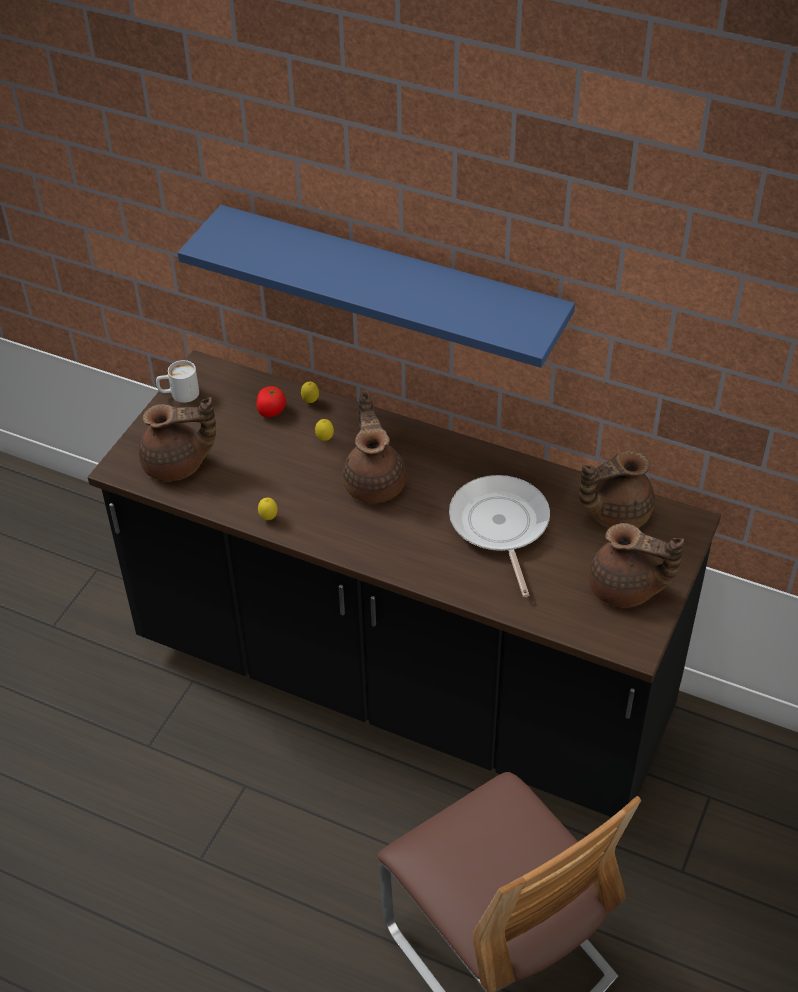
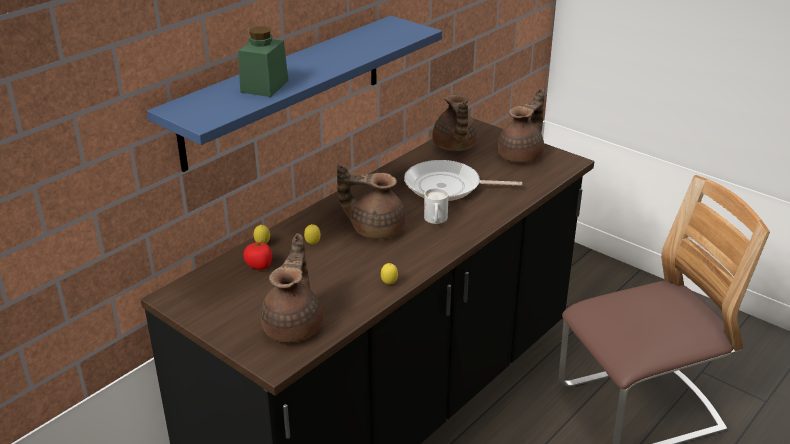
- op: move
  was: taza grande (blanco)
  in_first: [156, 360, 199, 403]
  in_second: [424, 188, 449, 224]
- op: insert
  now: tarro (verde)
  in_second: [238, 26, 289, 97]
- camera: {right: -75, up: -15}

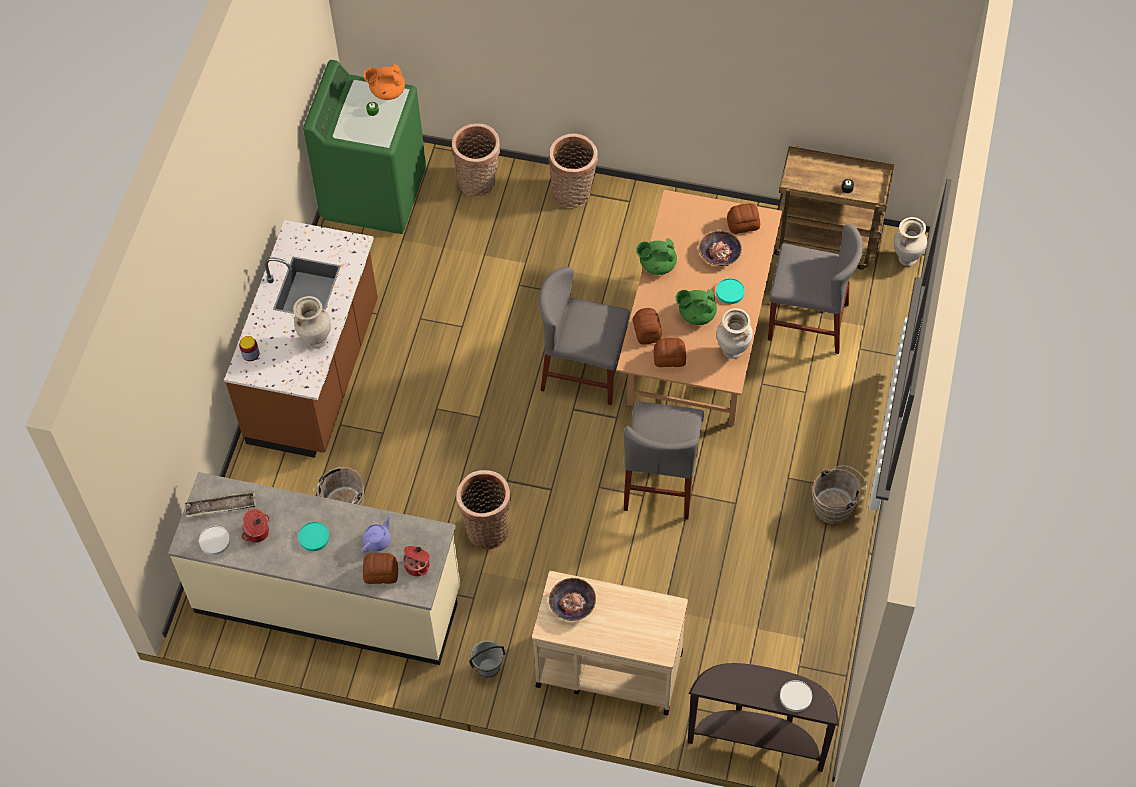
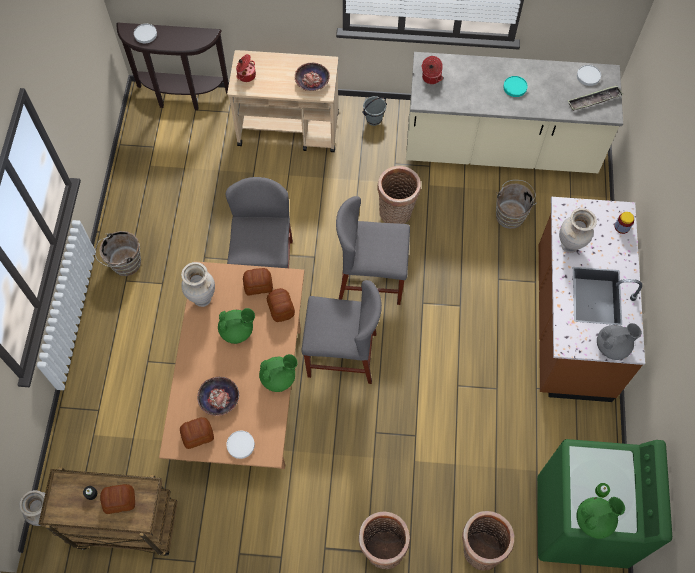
- op: move
  was: olla
  in_first: [242, 509, 270, 543]
  in_second: [236, 54, 256, 82]
- op: delete
  was: tetera (morado)
  in_first: [362, 516, 391, 552]
- op: move
  was: pan
  in_first: [363, 553, 398, 584]
  in_second: [100, 484, 135, 514]
- op: recolor
  was: tetera (naranja)
  now: tetera (verde)
  in_first: [364, 64, 405, 100]
  in_second: [576, 497, 625, 539]
- op: delete
  was: plato (turquesa)
  in_first: [716, 278, 745, 304]
- op: move
  was: silla (gris)
  in_first: [768, 224, 863, 354]
  in_second: [336, 196, 410, 305]
- op: insert
  now: plato (blanco)
  in_second: [226, 431, 255, 459]
- op: insert
  now: tetera (gris)
  in_second: [597, 323, 642, 360]
- camera: {right: 170, up: 5}

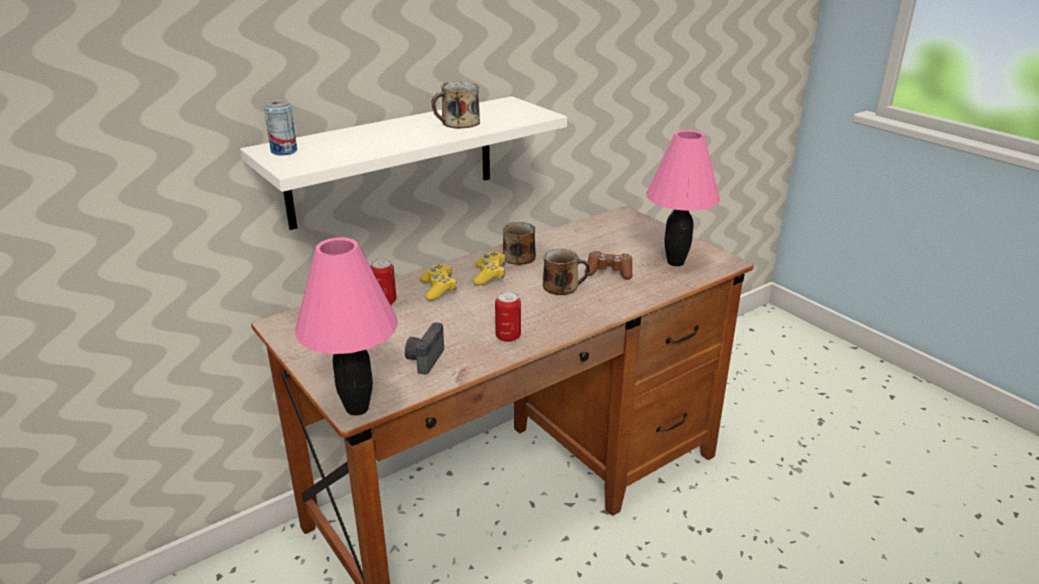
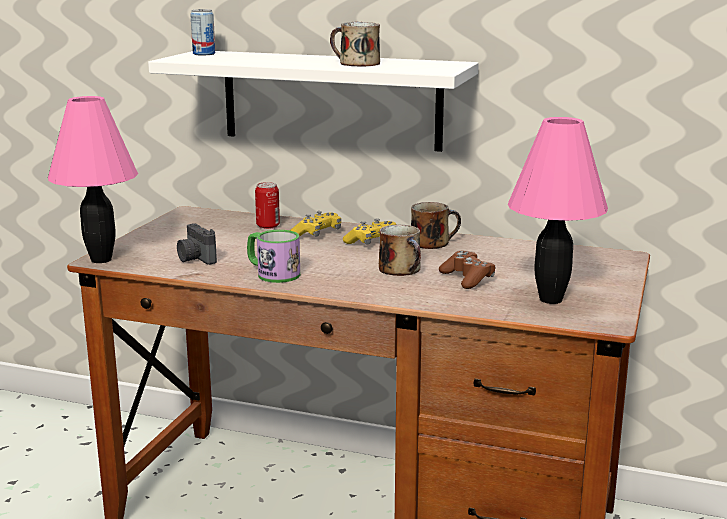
- op: rotate
  was: cámara
  in_first: [405, 322, 444, 374]
  in_second: [177, 223, 217, 265]
  clockwise: -105
- op: replace
  was: lata
  now: taza grande
  in_first: [495, 291, 521, 342]
  in_second: [247, 230, 300, 283]
- camera: {right: 55, up: -10}

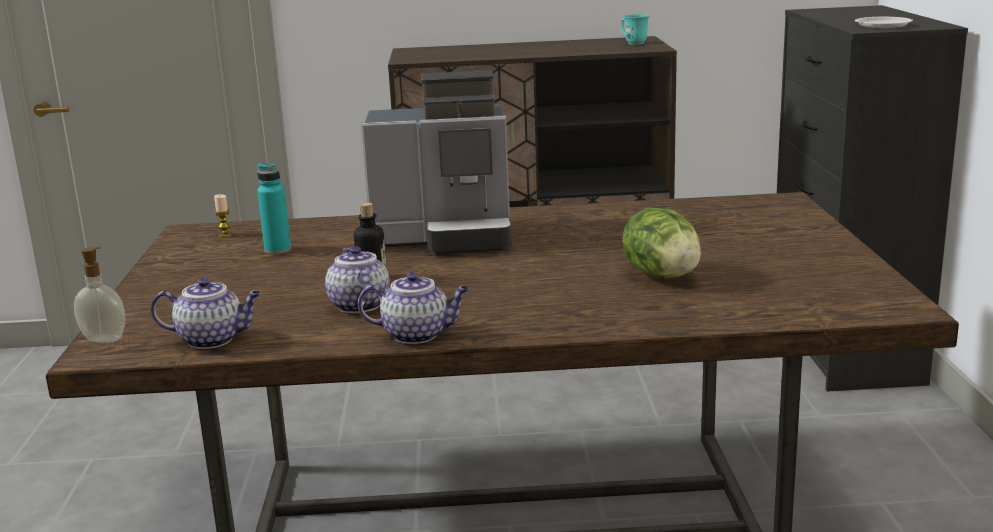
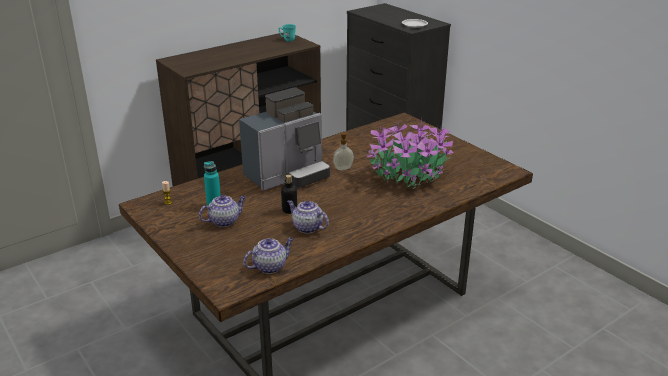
- op: move
  was: dispensador de jabón
  in_first: [74, 247, 125, 343]
  in_second: [333, 132, 354, 170]
- op: move
  was: tetera
  in_first: [358, 272, 470, 344]
  in_second: [199, 195, 246, 227]
- op: replace
  was: lechuga
  now: planta en maceta
  in_first: [622, 208, 701, 278]
  in_second: [366, 118, 454, 189]
- camera: {right: -35, up: 10}

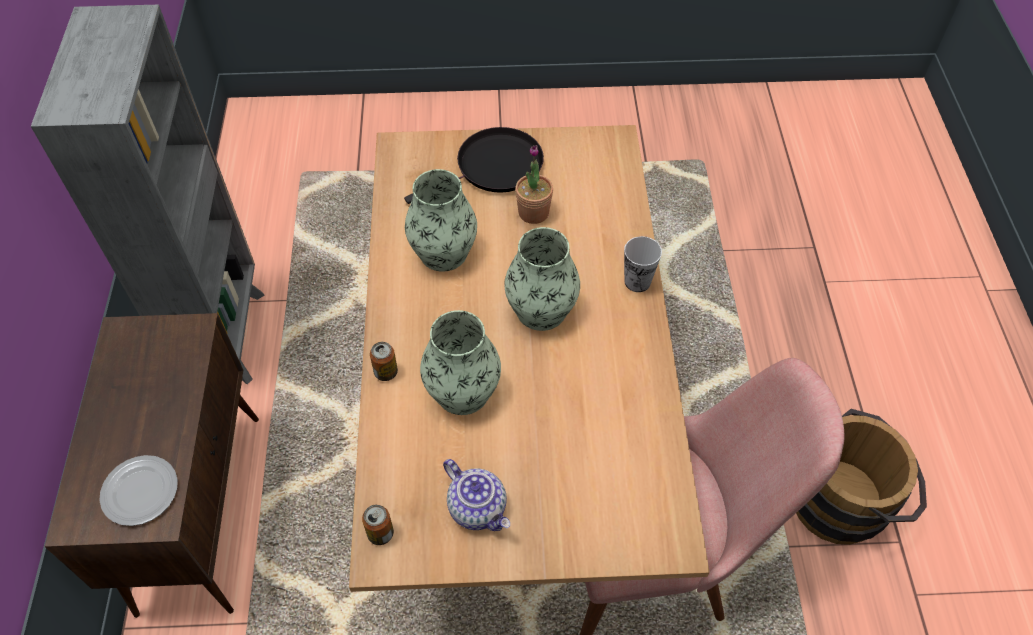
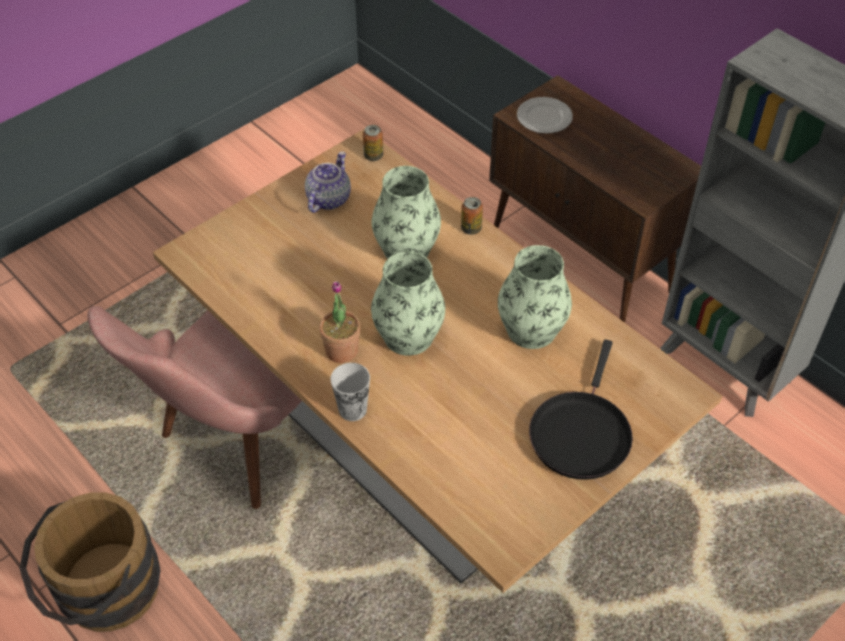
- op: rotate
  was: tetera
  in_first: [443, 459, 510, 531]
  in_second: [305, 152, 351, 213]
  clockwise: 105
- op: move
  was: planta en maceta
  in_first: [515, 145, 553, 224]
  in_second: [319, 281, 360, 363]
- camera: {right: 140, up: -5}

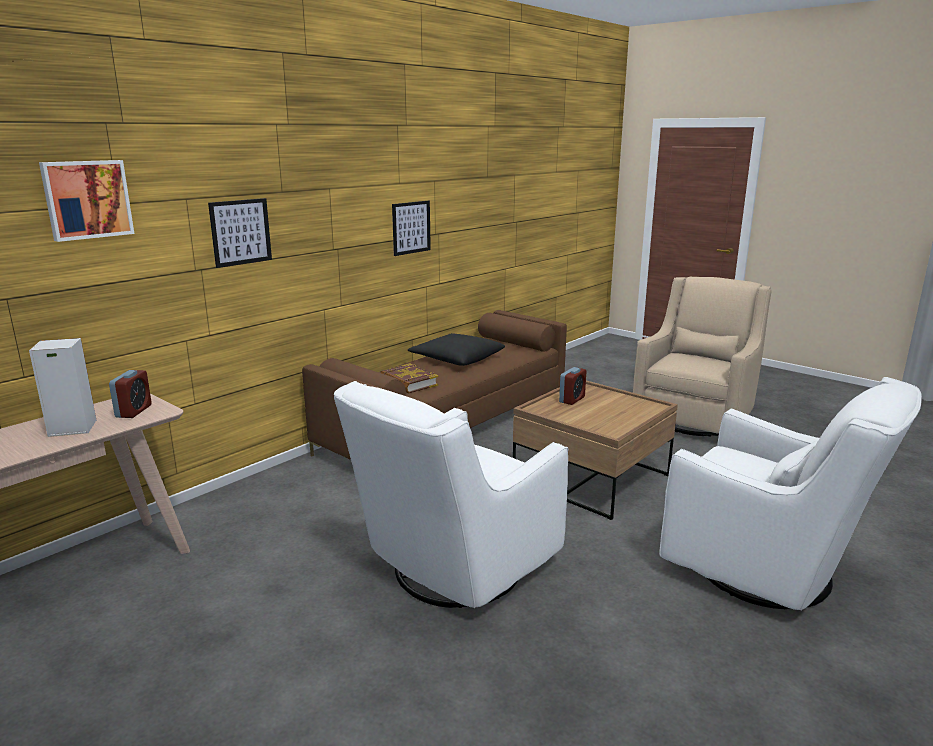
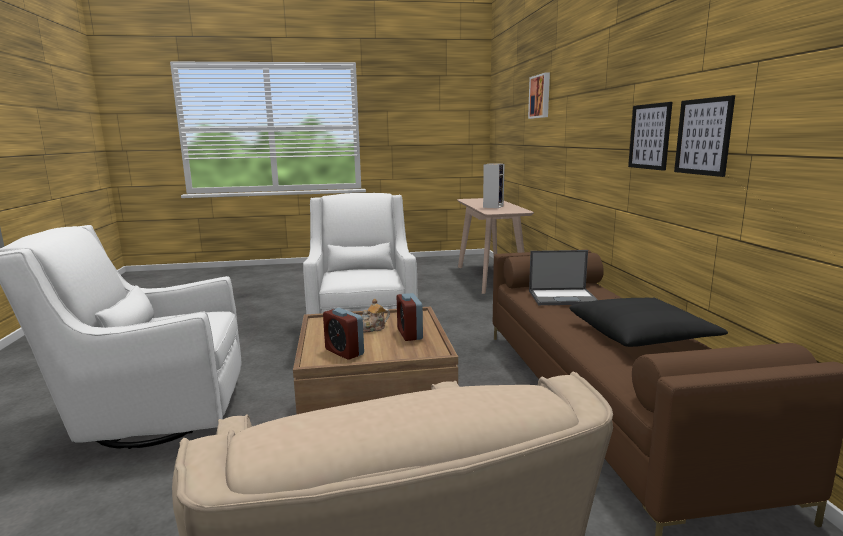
- op: move
  was: despertador
  in_first: [109, 370, 152, 418]
  in_second: [323, 308, 364, 360]
- op: move
  was: cuadro
  in_first: [208, 198, 272, 268]
  in_second: [628, 102, 672, 171]
- op: replace
  was: libro
  now: portátil
  in_first: [380, 364, 439, 393]
  in_second: [529, 250, 598, 305]
- op: insert
  now: tetera
  in_second: [358, 299, 390, 332]
- camera: {right: 130, up: -5}

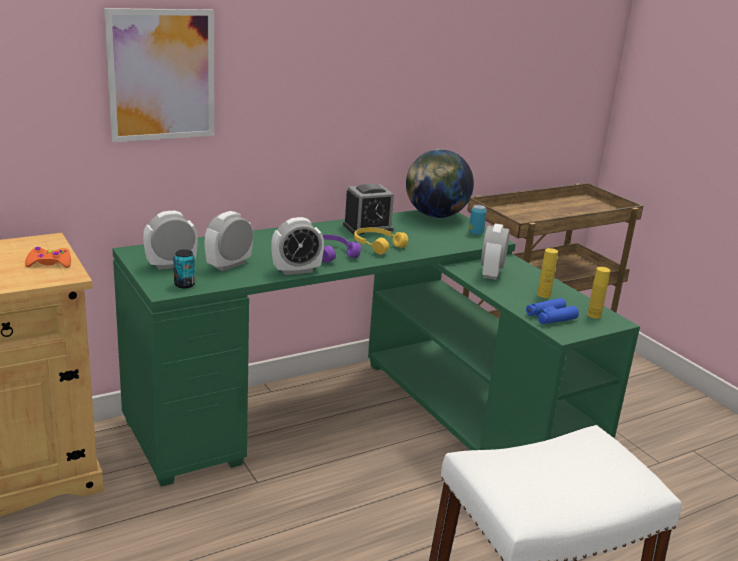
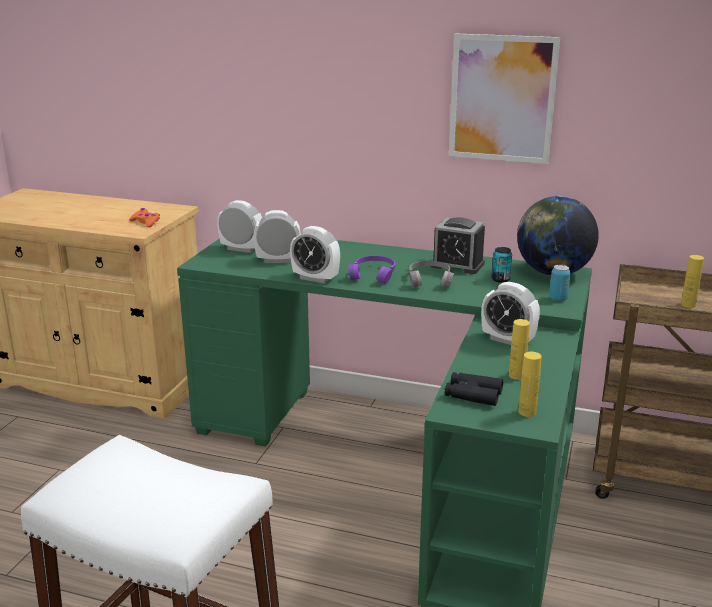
- op: move
  was: cuadro
  in_first: [104, 8, 214, 142]
  in_second: [449, 33, 560, 164]
- op: move
  was: lata
  in_first: [174, 250, 195, 289]
  in_second: [491, 247, 512, 283]
- op: recolor
  was: auriculares (amarillo)
  now: auriculares (gris)
  in_first: [354, 227, 408, 255]
  in_second: [409, 261, 454, 289]
- op: rotate
  was: despertador
  in_first: [481, 224, 510, 280]
  in_second: [481, 282, 540, 345]
  clockwise: -120
- op: recolor
  was: prismáticos (azul)
  now: prismáticos (negro)
  in_first: [526, 298, 579, 324]
  in_second: [445, 372, 503, 406]
- op: insert
  now: botella (amarillo)
  in_second: [681, 255, 704, 308]
- camera: {right: 50, up: 0}

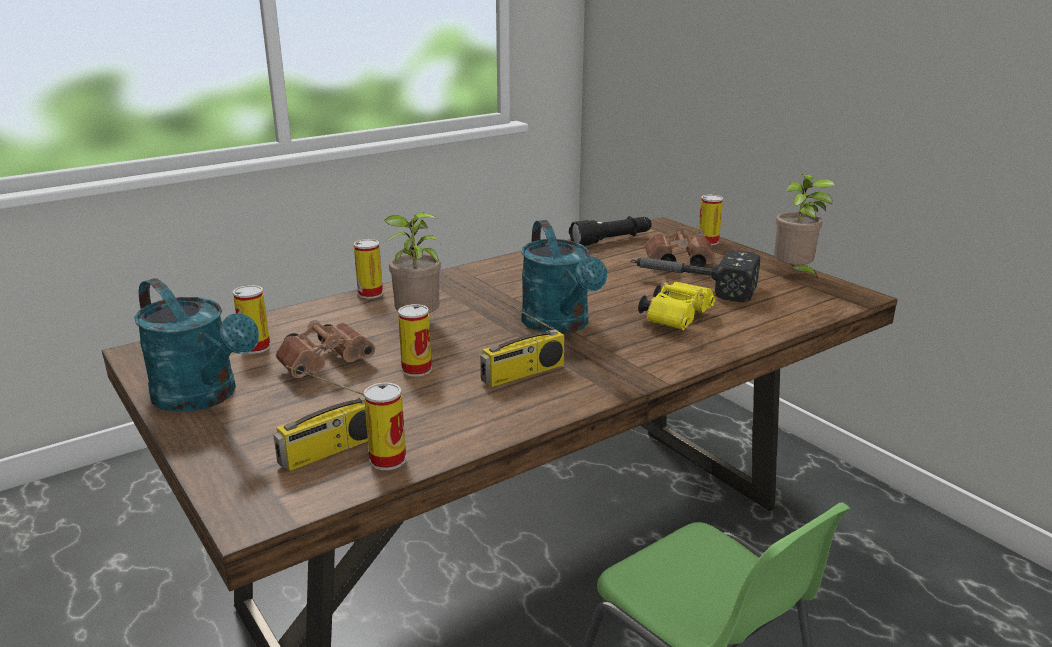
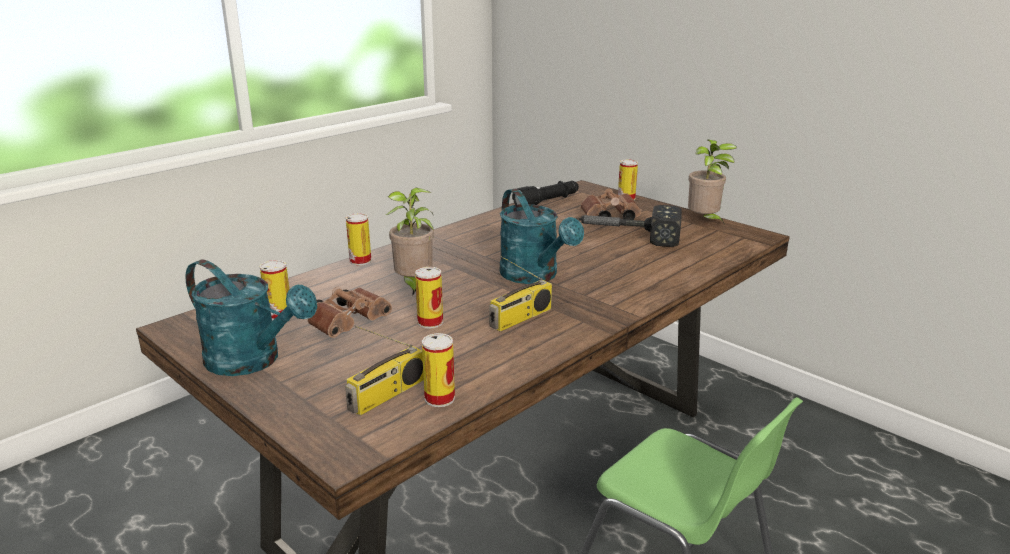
- op: delete
  was: prismáticos (amarillo)
  in_first: [638, 280, 715, 330]
- camera: {right: -10, up: 0}

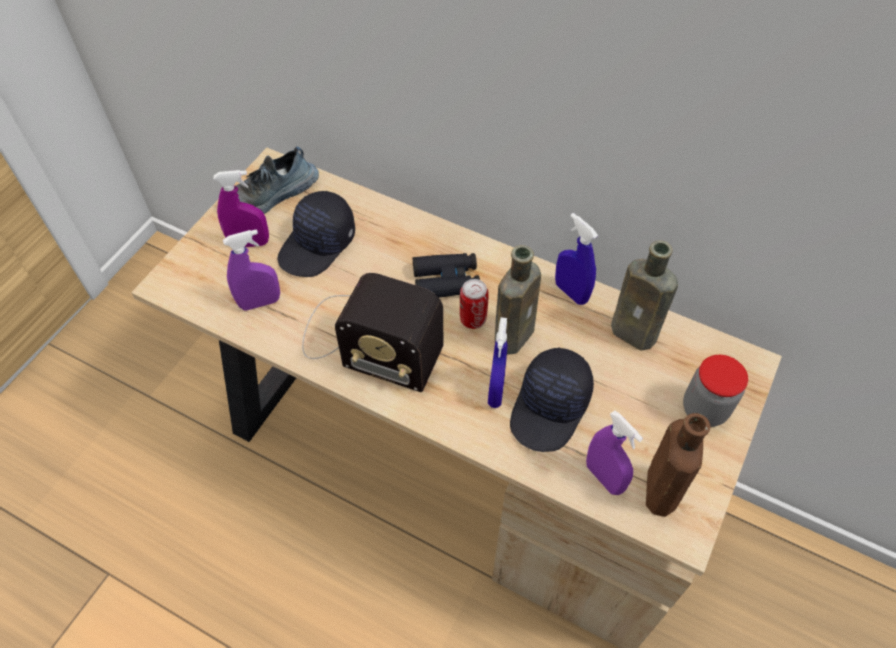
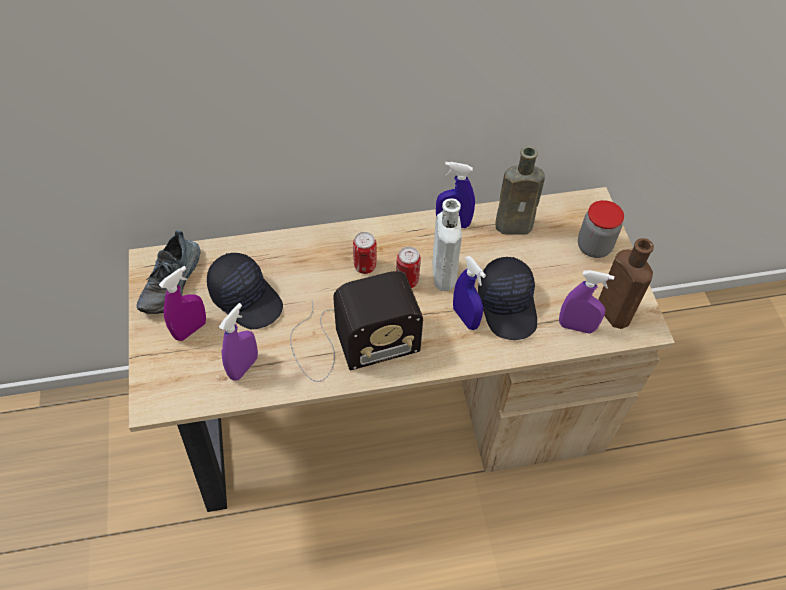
- op: rotate
  was: gorra (negro)
  in_first: [277, 191, 355, 277]
  in_second: [207, 253, 283, 329]
  clockwise: -45
- op: replace
  was: prismáticos (negro)
  now: lata
  in_first: [413, 253, 480, 298]
  in_second: [353, 232, 377, 274]
- op: recolor
  was: botella (marrón)
  now: botella (blanco)
  in_first: [495, 245, 541, 354]
  in_second: [432, 198, 462, 291]
- camera: {right: -40, up: 0}

